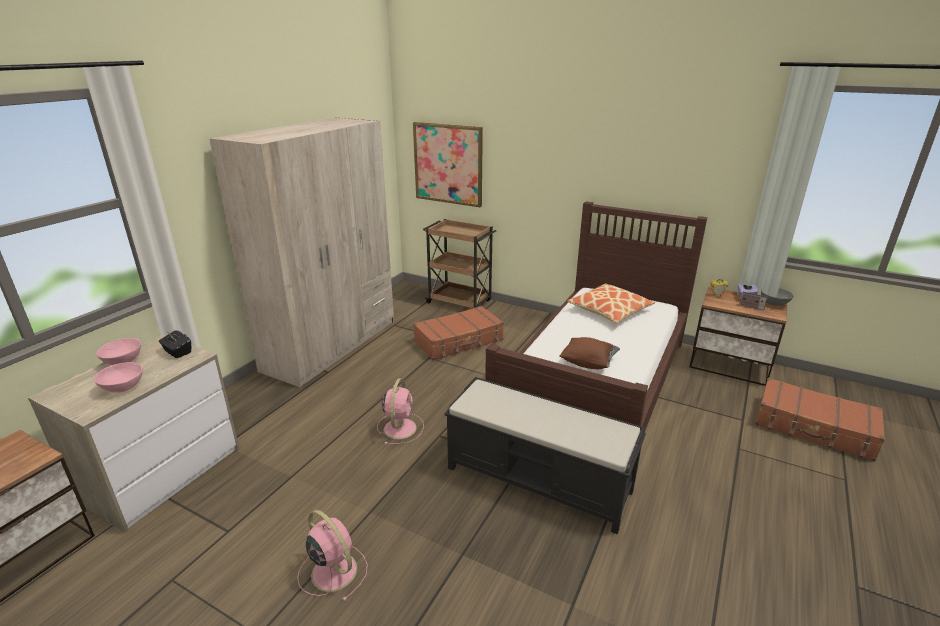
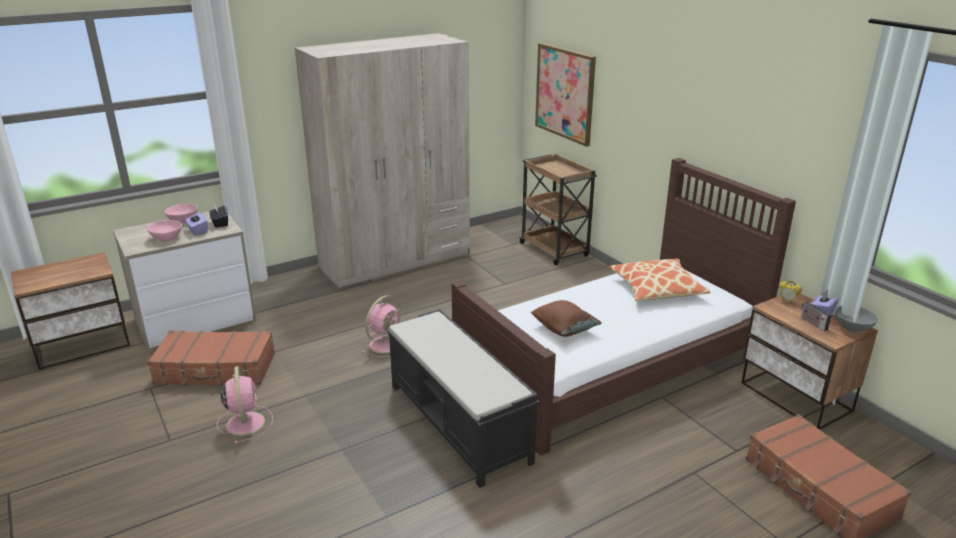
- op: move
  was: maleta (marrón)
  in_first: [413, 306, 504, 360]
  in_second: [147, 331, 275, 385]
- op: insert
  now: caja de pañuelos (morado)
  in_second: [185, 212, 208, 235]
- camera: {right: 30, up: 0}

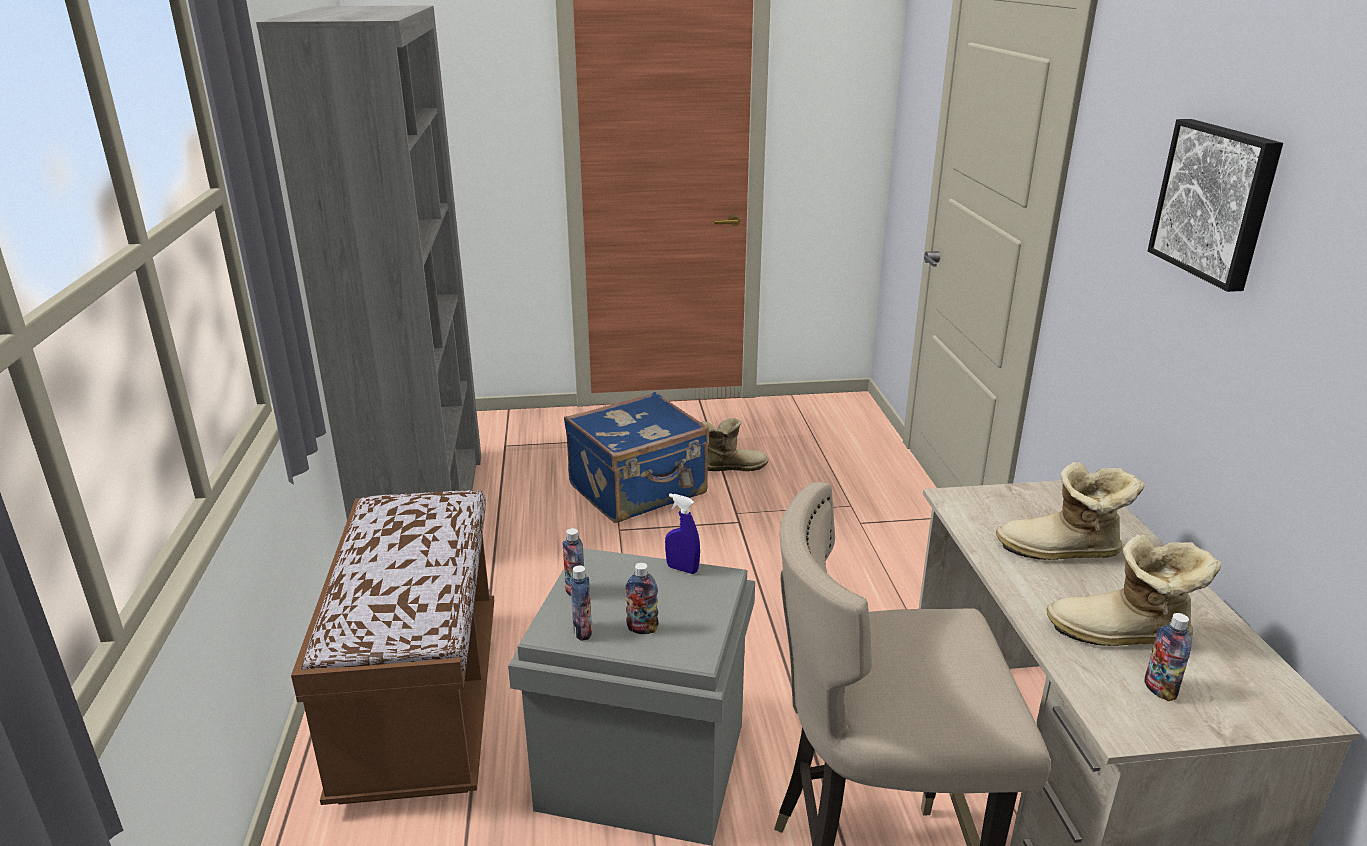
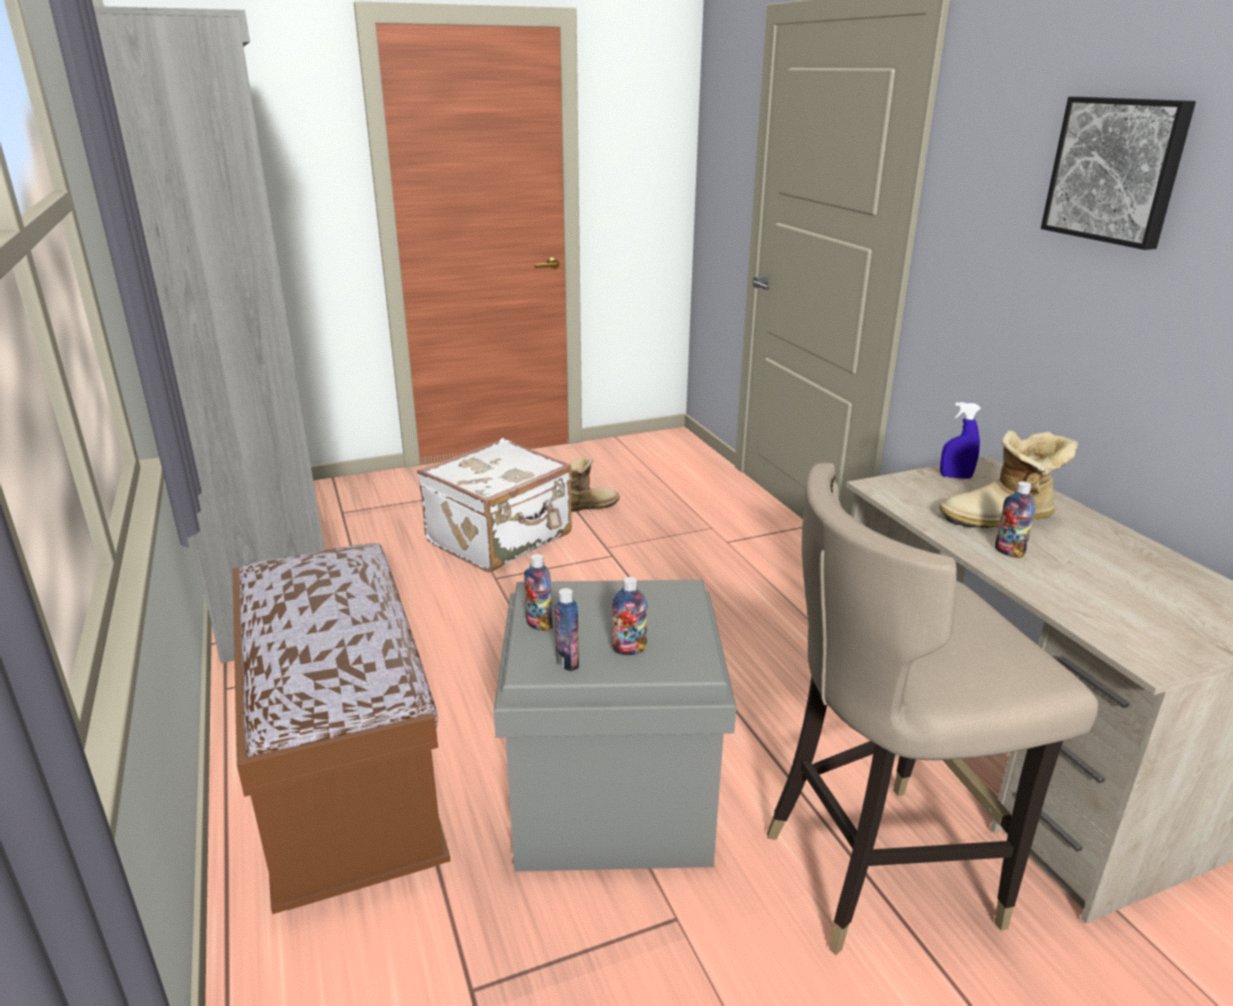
- op: recolor
  was: maleta (azul)
  now: maleta (blanco)
  in_first: [564, 392, 709, 523]
  in_second: [417, 438, 572, 572]
- op: move
  was: pulverizador (azul)
  in_first: [665, 493, 700, 574]
  in_second: [940, 402, 981, 479]
- op: delete
  was: bota
  in_first: [1047, 534, 1222, 646]
- op: move
  was: botella
  in_first: [1144, 613, 1192, 701]
  in_second: [995, 481, 1035, 558]
- camera: {right: -15, up: 0}

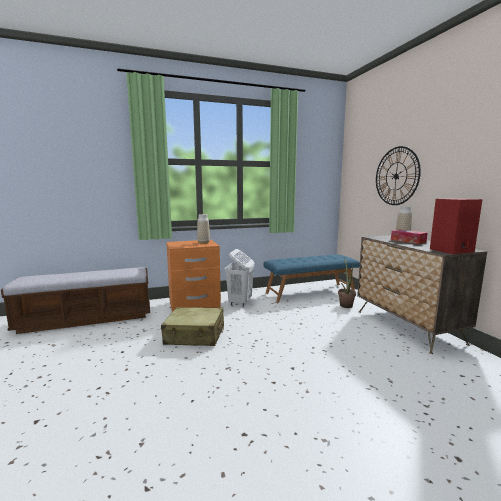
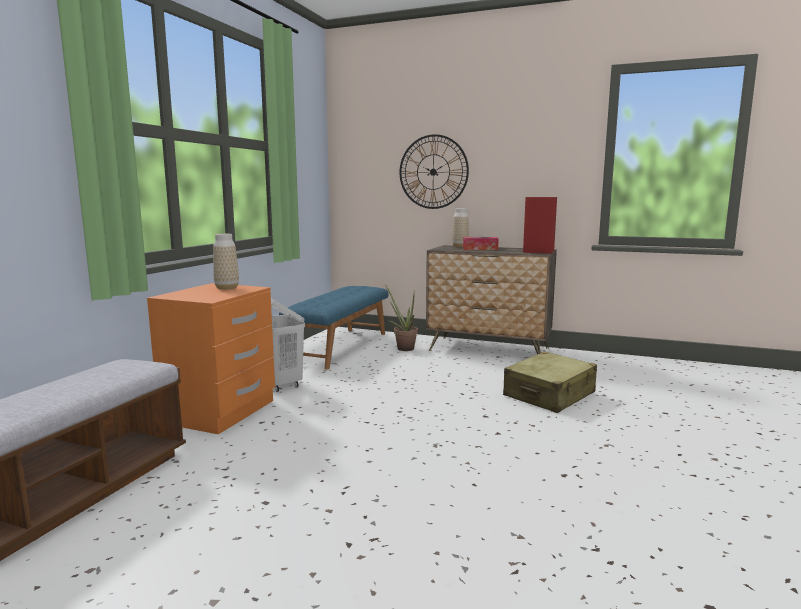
- op: move
  was: maleta (beis)
  in_first: [161, 307, 224, 346]
  in_second: [503, 352, 597, 413]
- camera: {right: -50, up: 0}

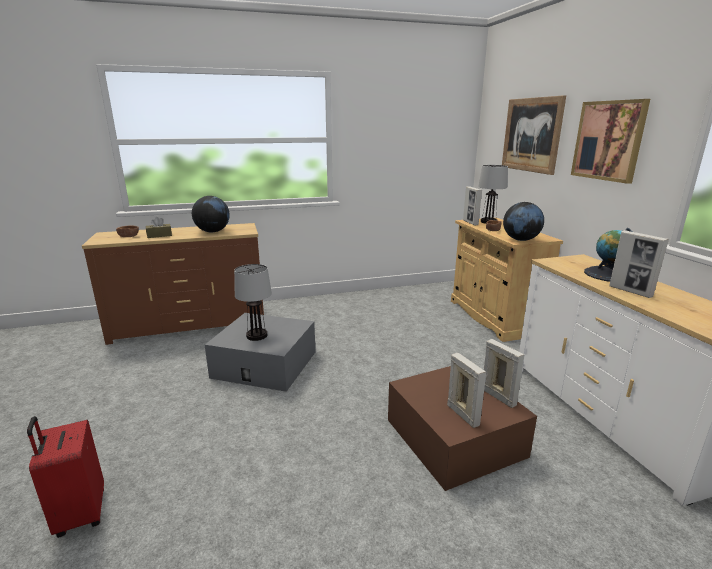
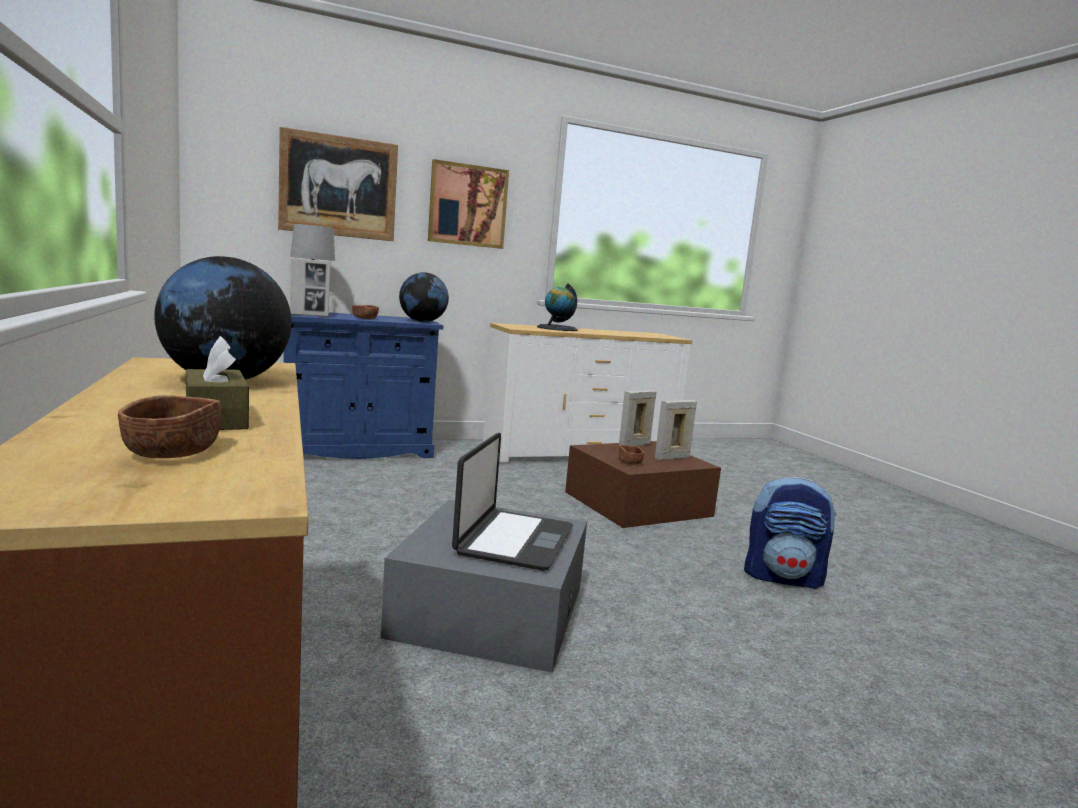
- op: delete
  was: maleta (rojo)
  in_first: [27, 416, 104, 538]
- op: replace
  was: lámpara de mesa
  now: portátil
  in_first: [234, 264, 272, 341]
  in_second: [452, 433, 573, 571]
- op: recolor
  was: armario (beis)
  now: armario (azul)
  in_first: [451, 218, 563, 342]
  in_second: [283, 313, 443, 459]
- op: delete
  was: portarretratos
  in_first: [609, 230, 669, 298]
- op: insert
  now: cuenco (marrón)
  in_second: [619, 445, 644, 465]
- op: insert
  now: mochila
  in_second: [744, 477, 836, 589]
- camera: {right: -95, up: -10}

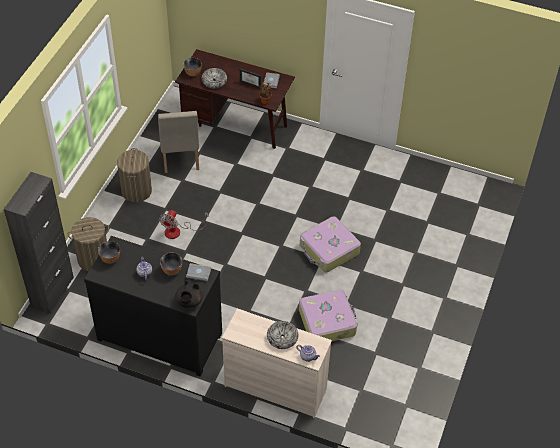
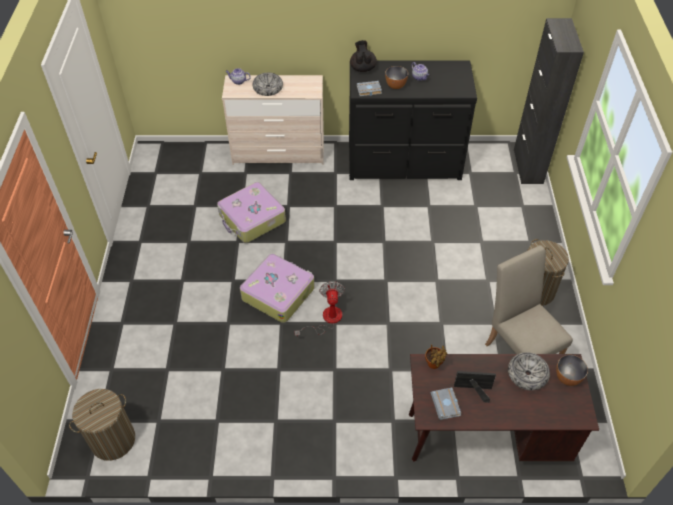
- op: move
  was: cesto de la ropa
  in_first: [68, 217, 109, 271]
  in_second: [69, 389, 135, 461]
- op: delete
  was: cuenco
  in_first: [98, 241, 120, 264]
- op: move
  was: ventilador
  in_first: [159, 210, 209, 239]
  in_second: [294, 281, 345, 337]
- camera: {right: 160, up: 0}

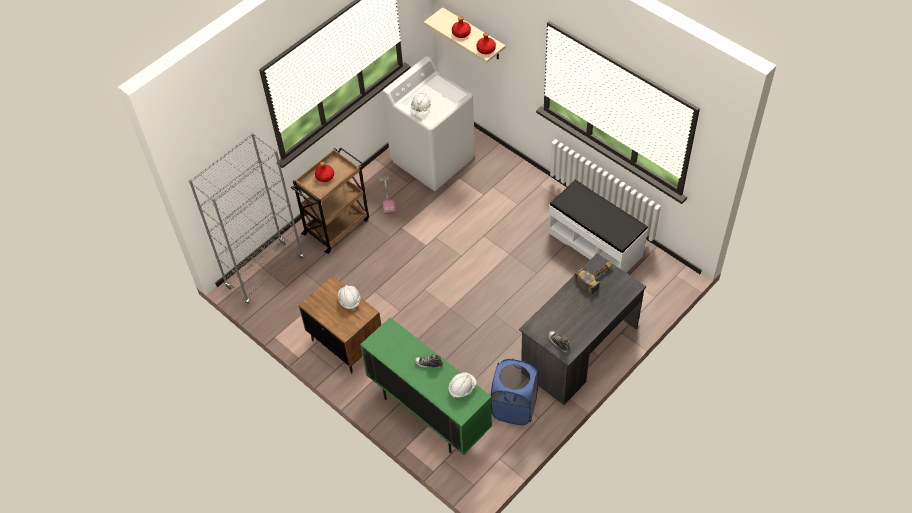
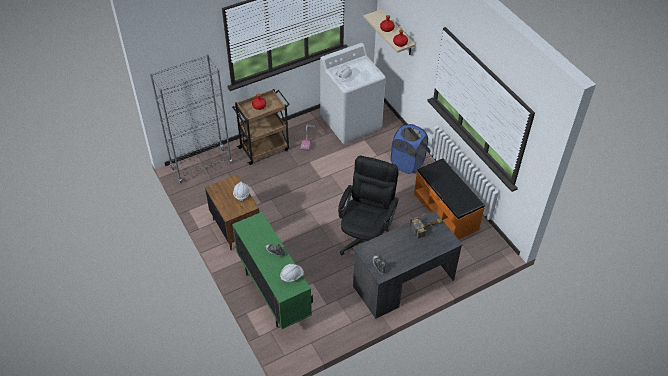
- op: move
  was: cesto de la ropa (azul)
  in_first: [491, 359, 539, 425]
  in_second: [391, 124, 428, 174]
- op: recolor
  was: banco (blanco)
  now: banco (naranja)
  in_first: [548, 180, 648, 273]
  in_second: [414, 158, 485, 240]
- op: insert
  now: silla de oficina (negro)
  in_second: [338, 155, 399, 255]
- camera: {right: 15, up: -5}

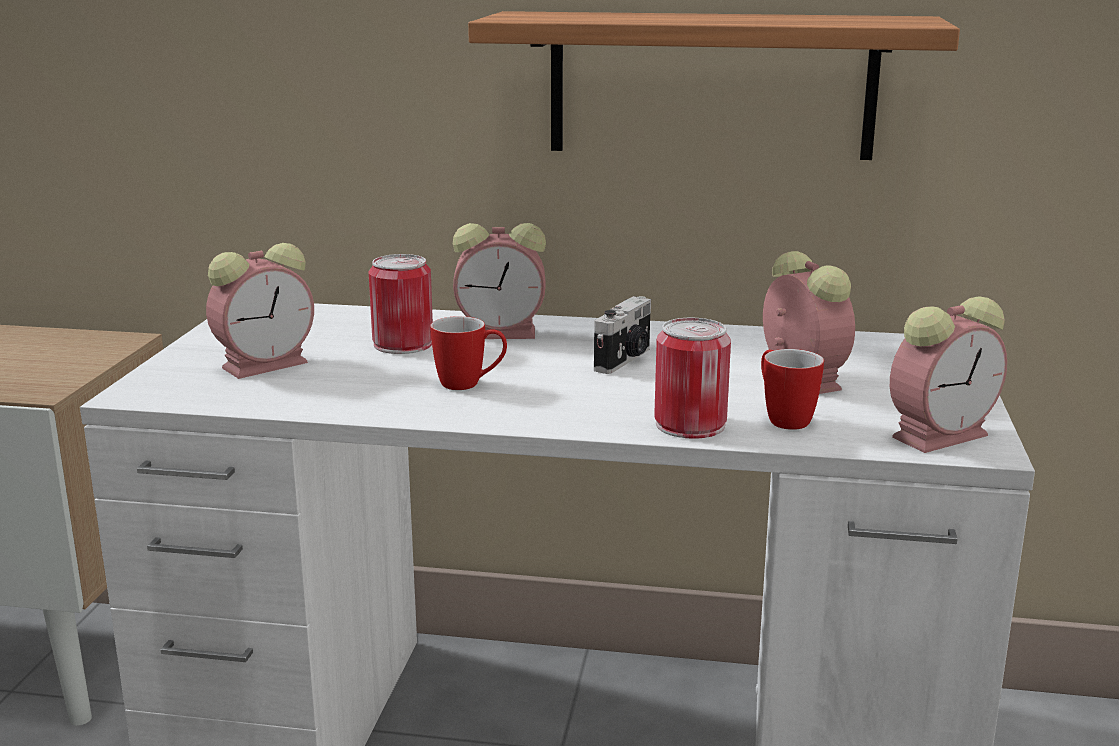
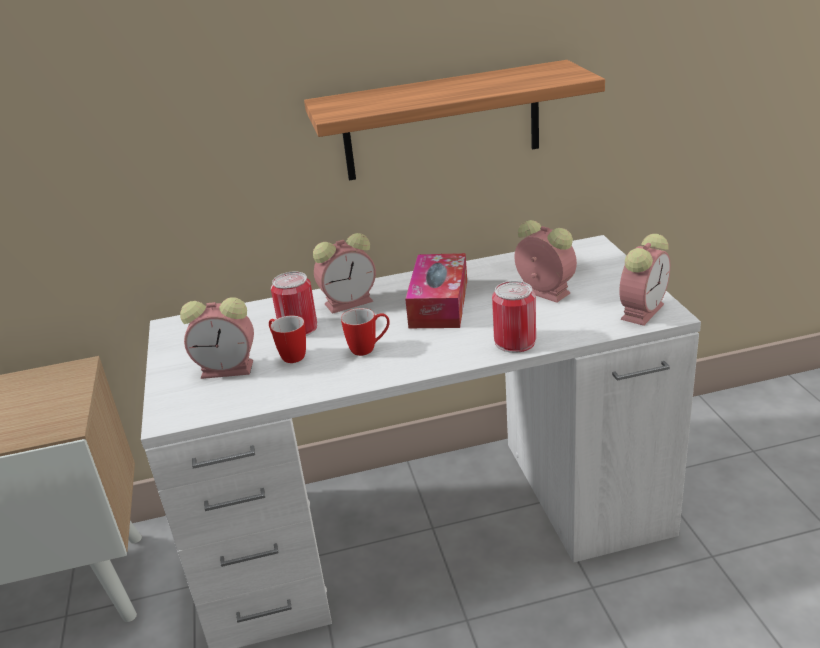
- op: rotate
  was: despertador
  in_first: [206, 243, 314, 379]
  in_second: [180, 297, 254, 379]
  clockwise: 60
- op: replace
  was: cámara
  now: caja de pañuelos
  in_first: [594, 296, 651, 374]
  in_second: [405, 253, 467, 328]
- op: move
  was: taza grande
  in_first: [761, 349, 824, 430]
  in_second: [269, 315, 306, 363]
- camera: {right: -20, up: 10}

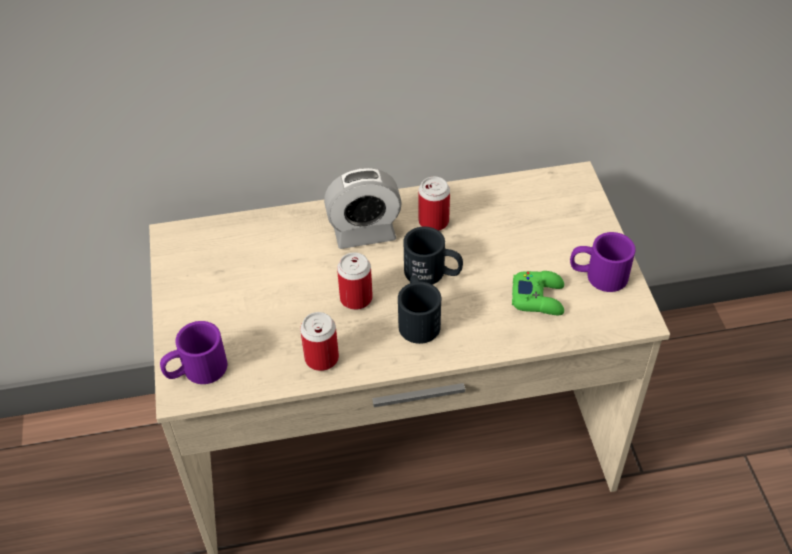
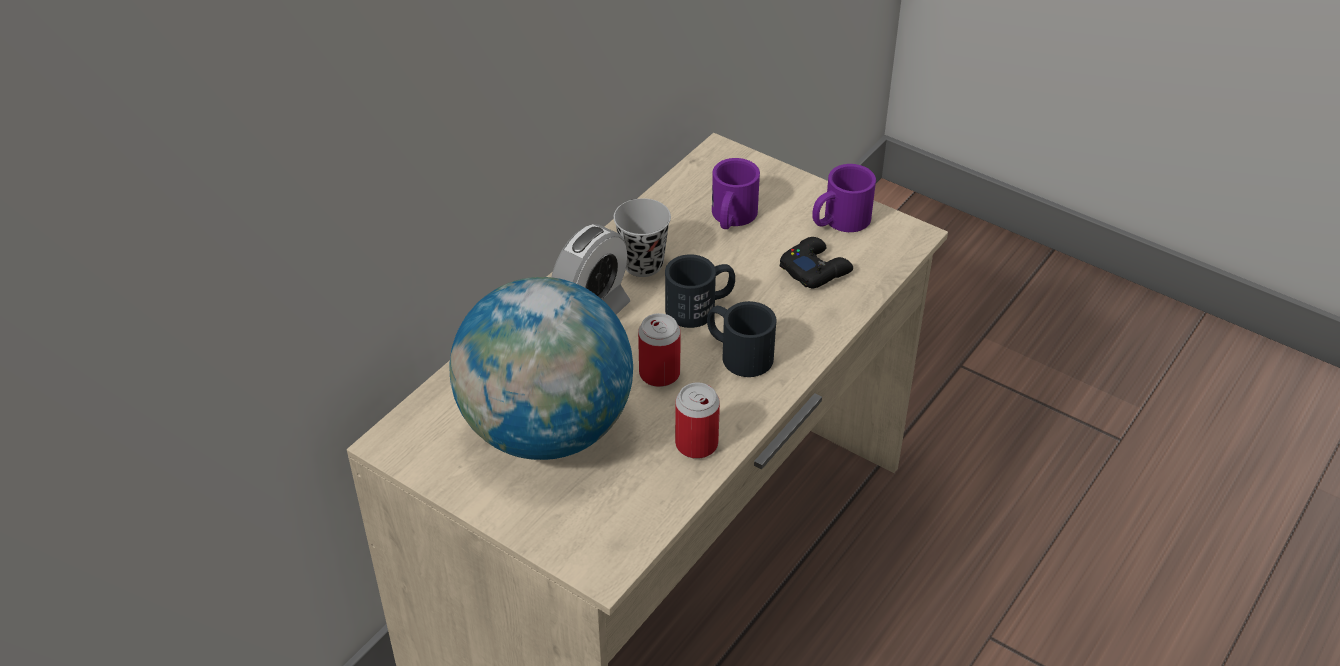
- op: move
  was: taza grande (morado)
  in_first: [160, 321, 228, 384]
  in_second: [712, 158, 760, 229]
- op: replace
  was: lata
  now: taza (negro)
  in_first: [419, 176, 450, 231]
  in_second: [613, 198, 671, 277]
- op: recolor
  was: mando de consola (verde)
  now: mando de consola (negro)
  in_first: [512, 271, 564, 315]
  in_second: [780, 237, 853, 288]
- op: insert
  now: globo terráqueo
  in_second: [449, 277, 633, 460]
- camera: {right: -45, up: -5}

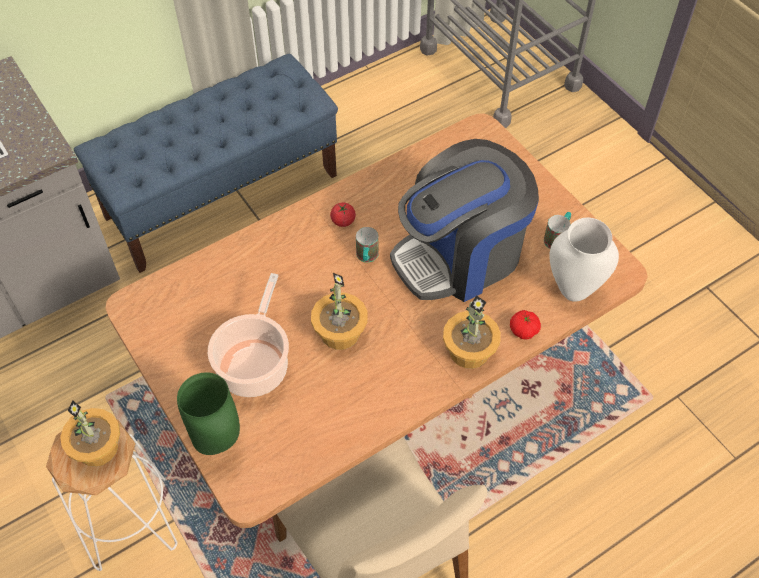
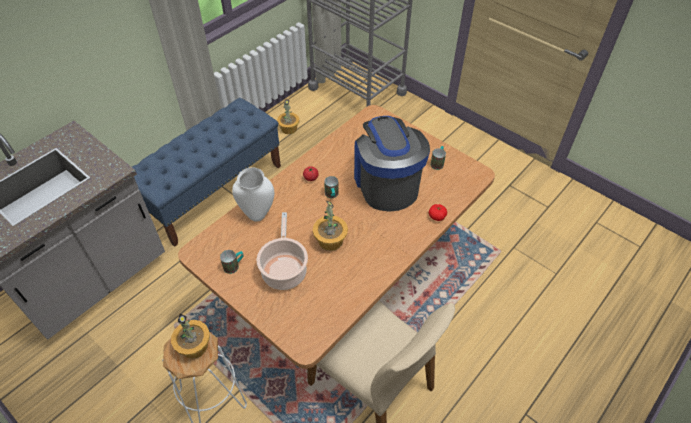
- op: delete
  was: florero (verde)
  in_first: [177, 372, 240, 455]
- op: rotate
  was: cafetera
  in_first: [390, 139, 539, 302]
  in_second: [354, 116, 430, 212]
  clockwise: 120
- op: move
  was: planta en maceta
  in_first: [443, 295, 501, 369]
  in_second: [277, 99, 299, 134]
- op: move
  was: florero (blanco)
  in_first: [549, 218, 619, 302]
  in_second: [232, 167, 274, 222]
- op: insert
  now: taza grande
  in_second: [220, 250, 244, 274]
- camera: {right: -15, up: -5}

